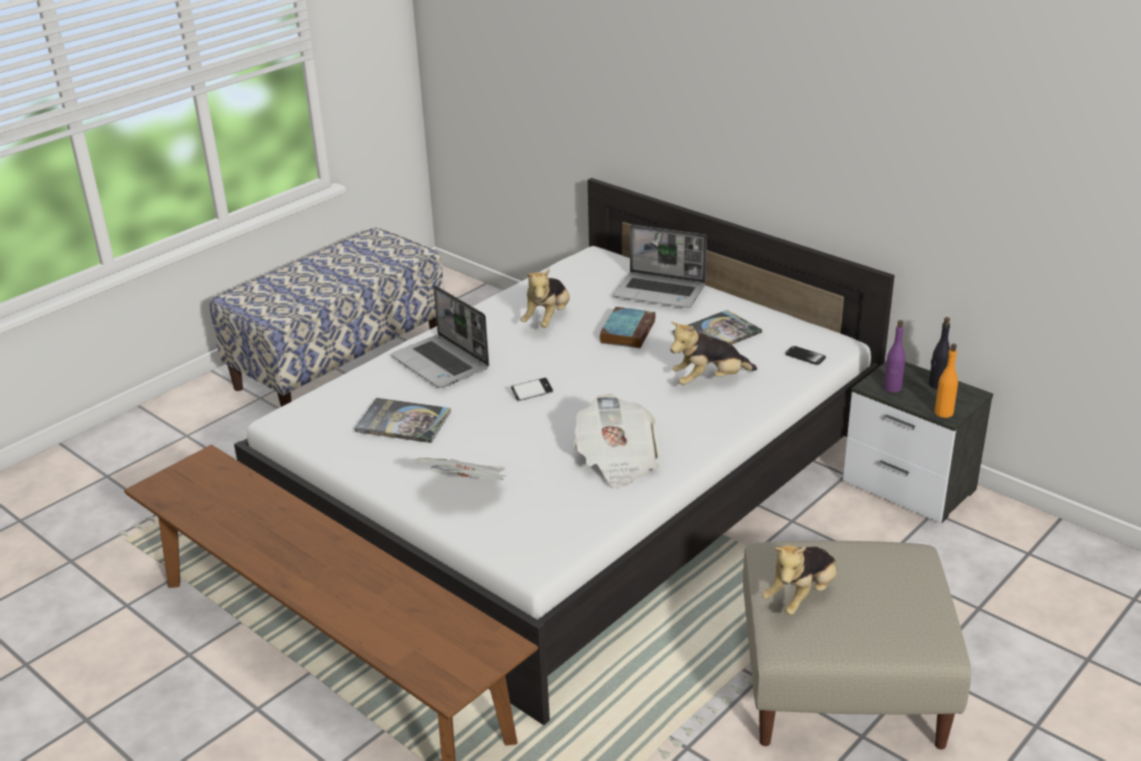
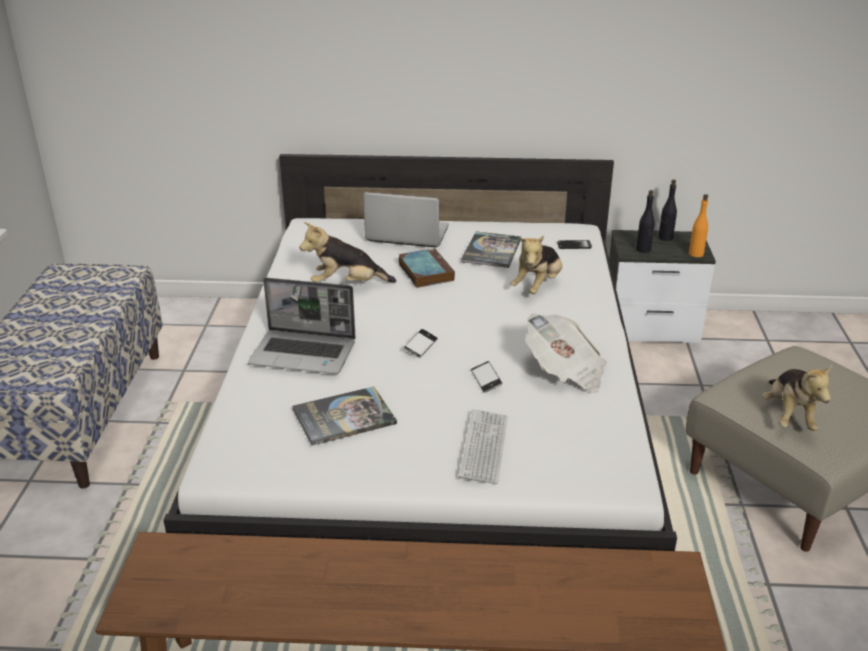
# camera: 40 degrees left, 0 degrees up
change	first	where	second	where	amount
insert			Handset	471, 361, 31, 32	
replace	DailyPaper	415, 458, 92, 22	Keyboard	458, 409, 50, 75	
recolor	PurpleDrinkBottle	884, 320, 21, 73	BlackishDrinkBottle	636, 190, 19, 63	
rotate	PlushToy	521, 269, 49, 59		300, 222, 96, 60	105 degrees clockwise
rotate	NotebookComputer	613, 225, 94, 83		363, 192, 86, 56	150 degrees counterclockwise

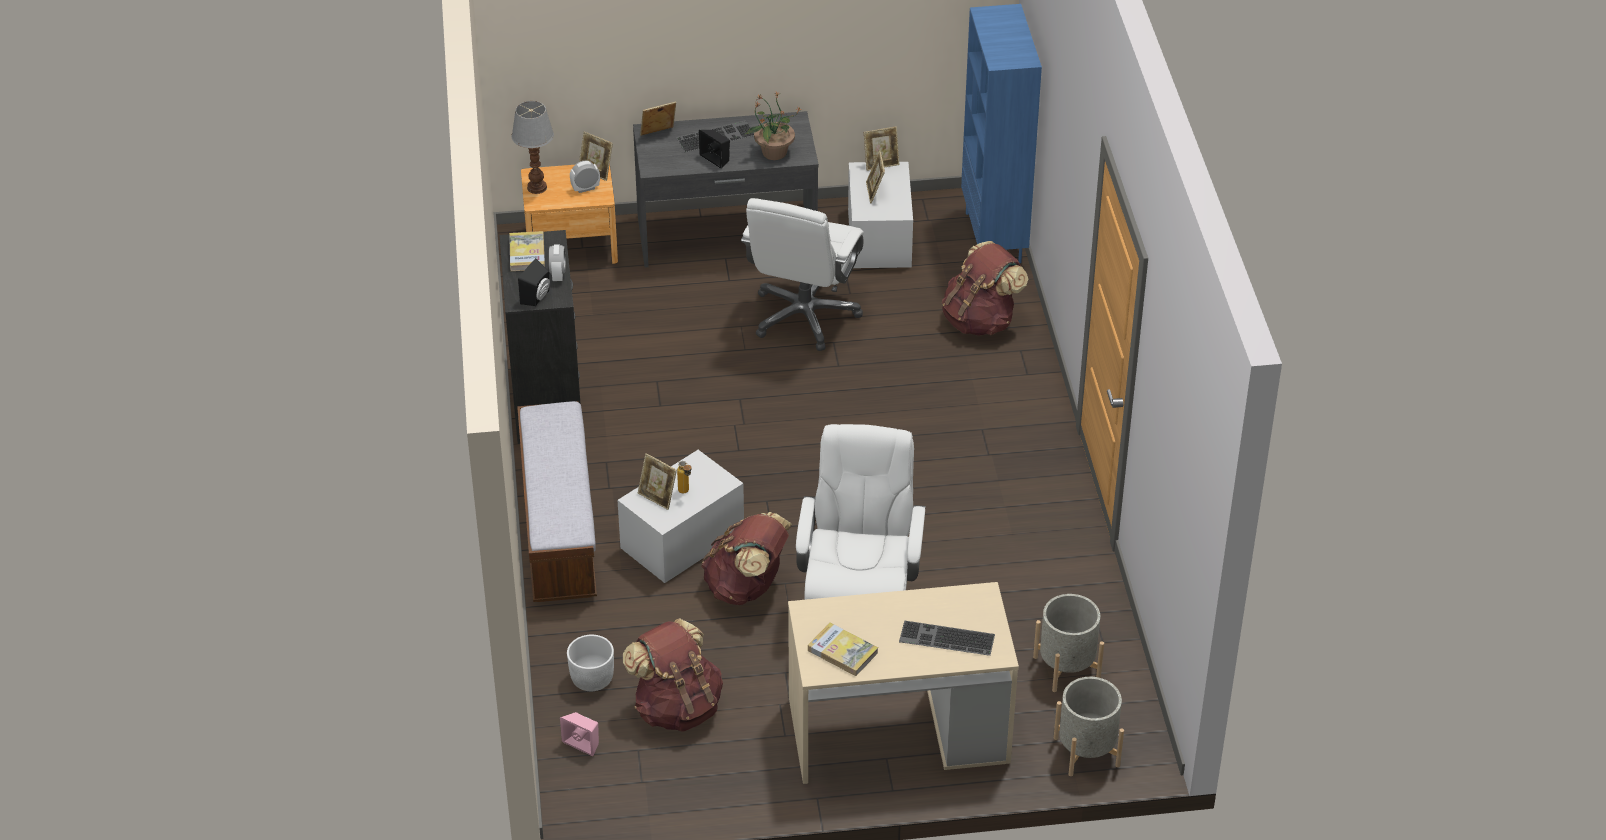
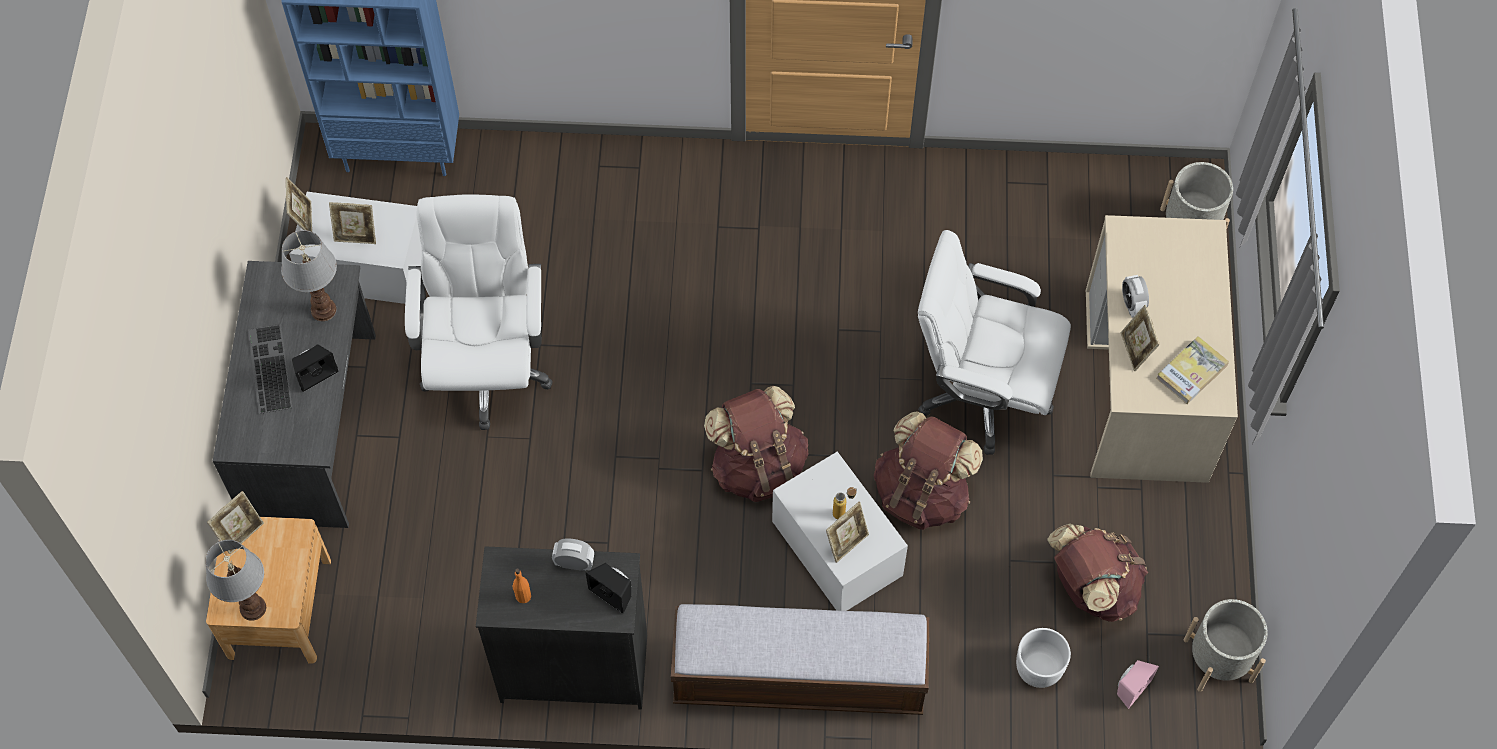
# camera: 80 degrees left, 20 degrees up
change	first	where	second	where	amount
delete	Keyboard	899, 621, 96, 35			
move	AlarmClock	570, 161, 30, 32		1122, 275, 27, 43	
move	PictureFrame	640, 102, 36, 34		1121, 305, 39, 66	
move	BrownColouredRucksack	942, 241, 86, 95		704, 386, 105, 116	
move	GreyishPlantPot	1033, 594, 71, 98		1184, 599, 84, 93	
replace	Volume	509, 231, 36, 40	OrangeyDrinkBottle	513, 569, 18, 34	
replace	Houseplant	745, 92, 55, 68	TabletopLamp	281, 230, 56, 91	
rotate	WhiteComputerChair	741, 198, 123, 153		405, 194, 148, 236	120 degrees counterclockwise

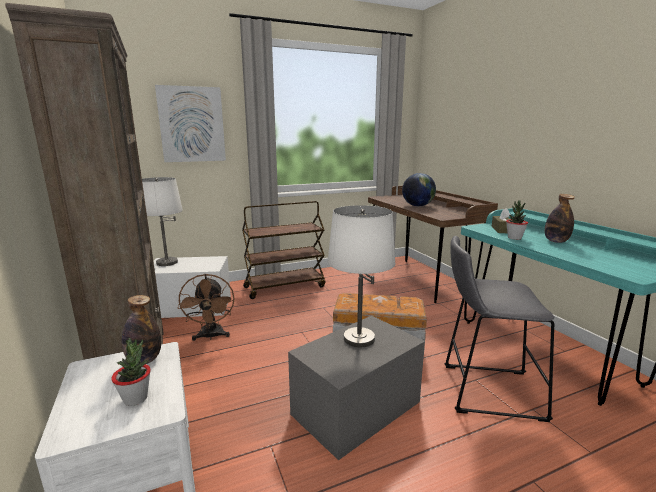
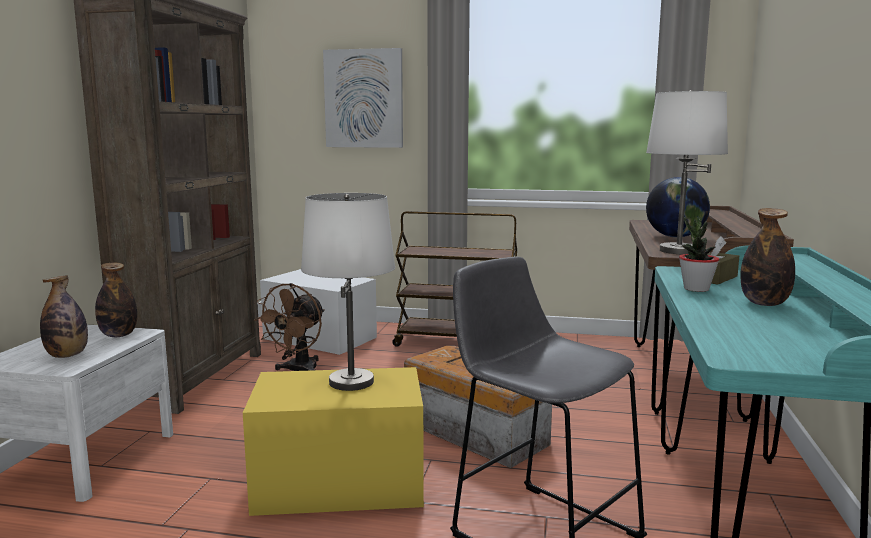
# camera: 35 degrees right, 5 degrees down
change	first	where	second	where	amount
move	WhiteTabletopLamp	142, 177, 41, 89		646, 90, 82, 165	
replace	Houseplant	111, 338, 40, 68	DrinkBottle	40, 275, 48, 83	
recolor	GreyishStorageBox	288, 316, 137, 144	YellowishStorageBox	243, 367, 181, 149	

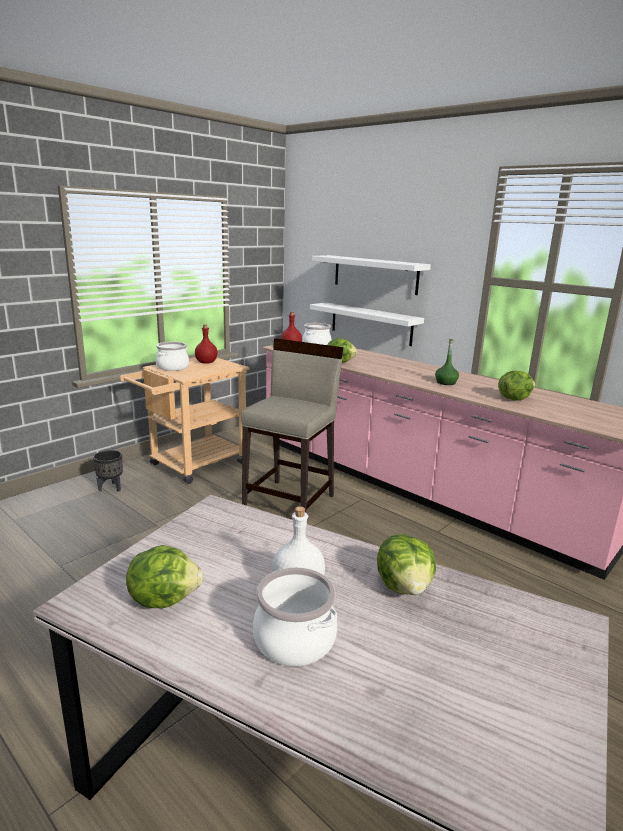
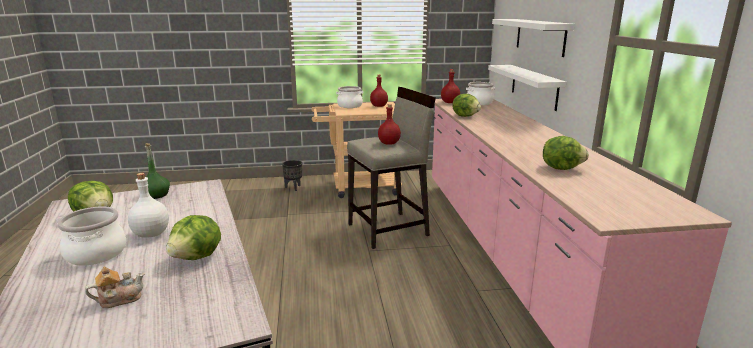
# camera: 40 degrees right, 0 degrees up
change	first	where	second	where	amount
insert			Teapot	85, 267, 59, 41	
insert			RedDrinkBottle	378, 104, 23, 41	
move	GreenColouredDrinkBottle	435, 339, 24, 46		145, 143, 25, 56	

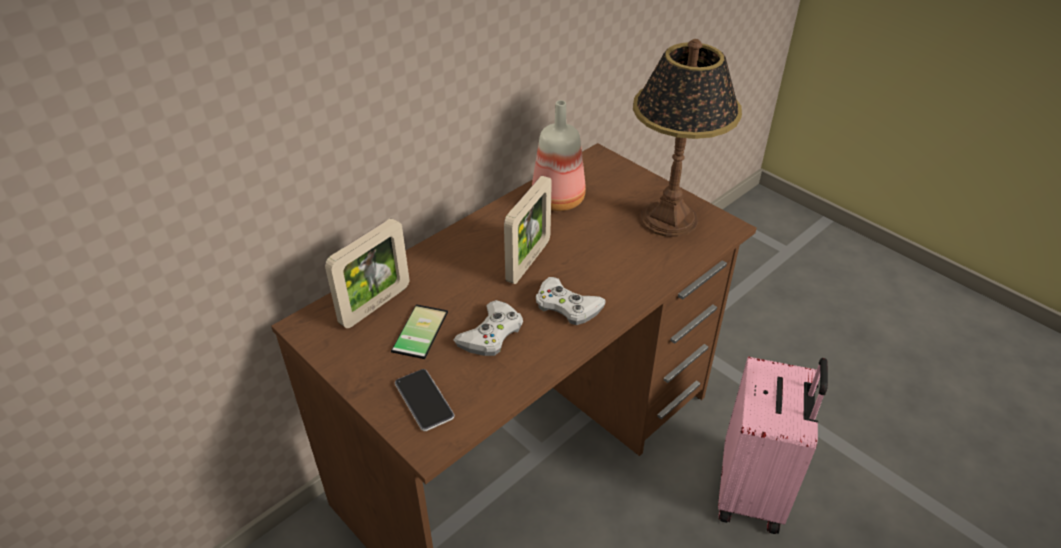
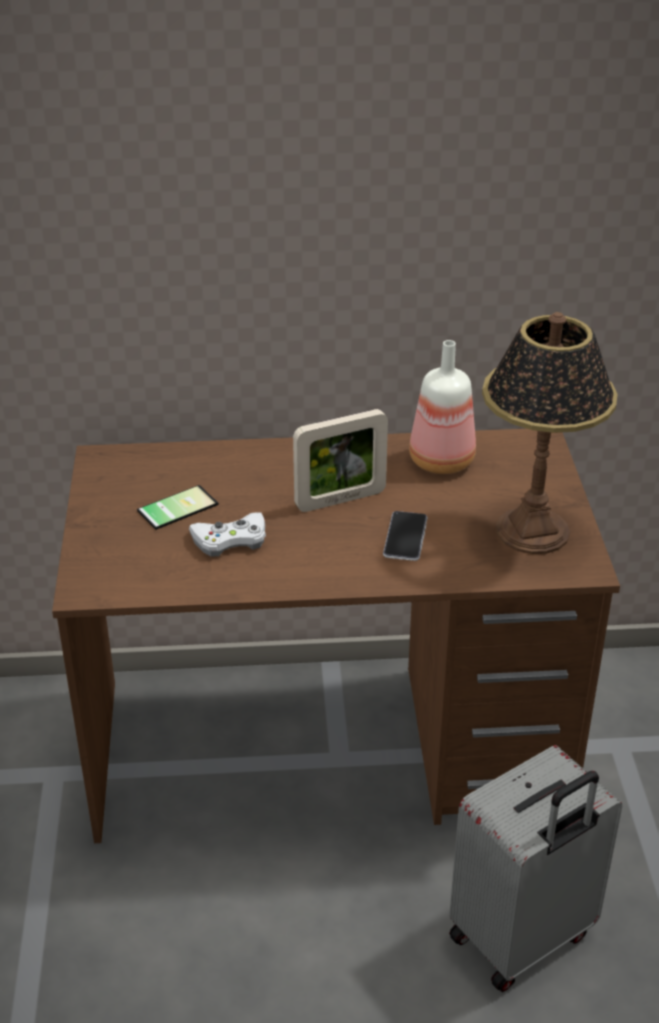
# camera: 40 degrees right, 5 degrees down
change	first	where	second	where	amount
delete	PictureFrame	325, 218, 84, 110			
delete	WhiteJoypad	536, 277, 70, 48			
move	Handset	395, 369, 60, 62		383, 511, 44, 50	
recolor	PinkishTravelCase	718, 357, 110, 177	GreyishTravelCase	449, 745, 173, 247	

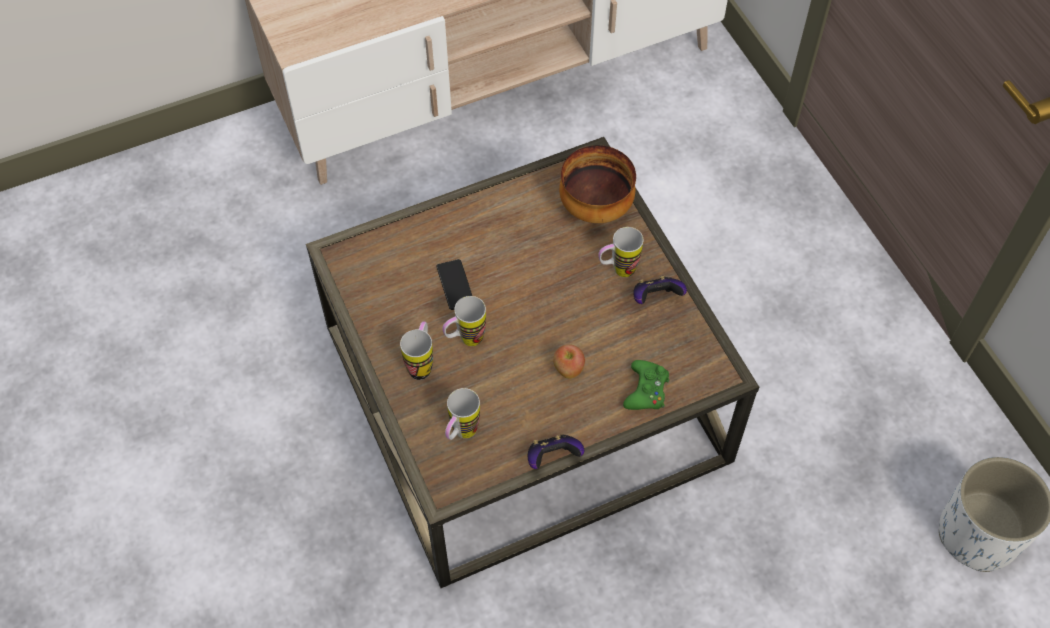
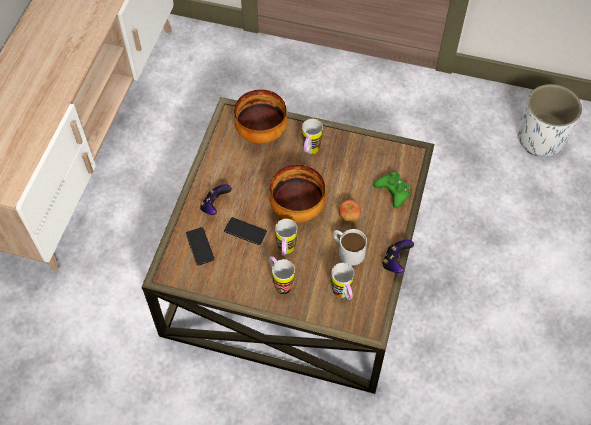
# camera: 50 degrees left, 0 degrees up
change	first	where	second	where	amount
insert			Handset	186, 227, 28, 39	
insert			Bowl	270, 165, 55, 58	
insert			WhiteCoffeeMug	333, 229, 34, 36	
move	Joypad	633, 276, 54, 28		200, 184, 32, 31	

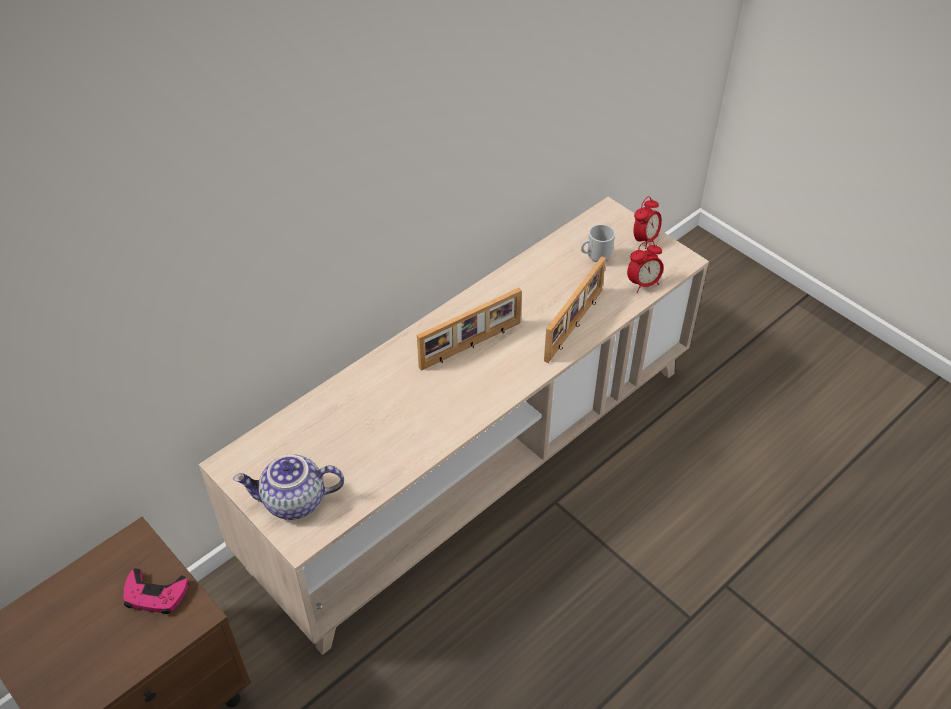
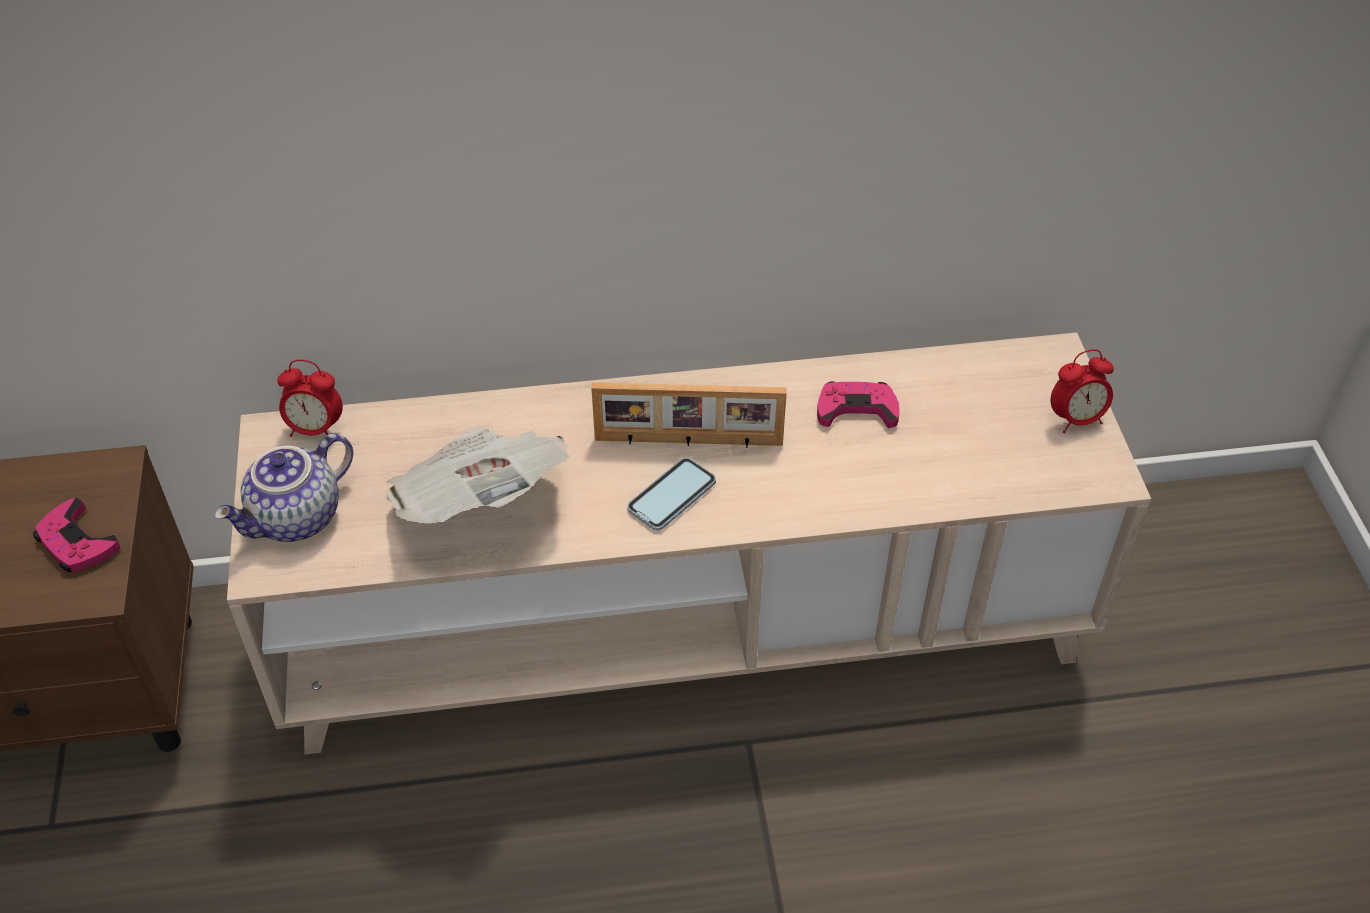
# camera: 35 degrees right, 0 degrees up
change	first	where	second	where	amount
delete	PictureFrame	544, 256, 62, 107			
delete	CoffeeMug	581, 224, 34, 38			
insert			DailyPaper	386, 427, 184, 97	
insert			Handset	627, 458, 89, 73	
insert			PinkishJoypad	817, 381, 83, 47	
move	AlarmClock	627, 240, 37, 53		277, 360, 66, 77	
rotate	Teapot	233, 454, 111, 66		214, 433, 139, 109	75 degrees counterclockwise

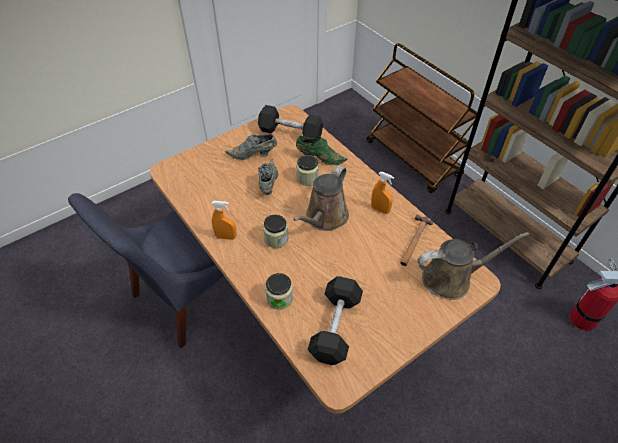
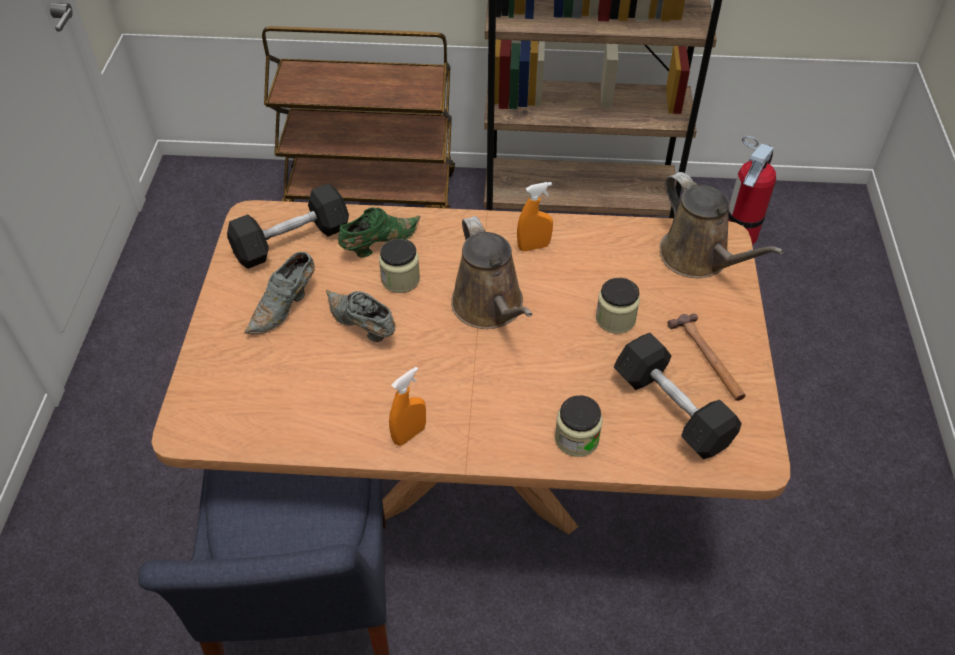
# camera: 50 degrees left, 0 degrees up
change	first	where	second	where	amount
move	StorageJar	263, 215, 26, 33		596, 278, 44, 56	
move	Hammer	400, 214, 33, 52		667, 314, 78, 87	
rotate	BrownColouredWateringCan	417, 232, 113, 68		659, 172, 125, 106	120 degrees clockwise

